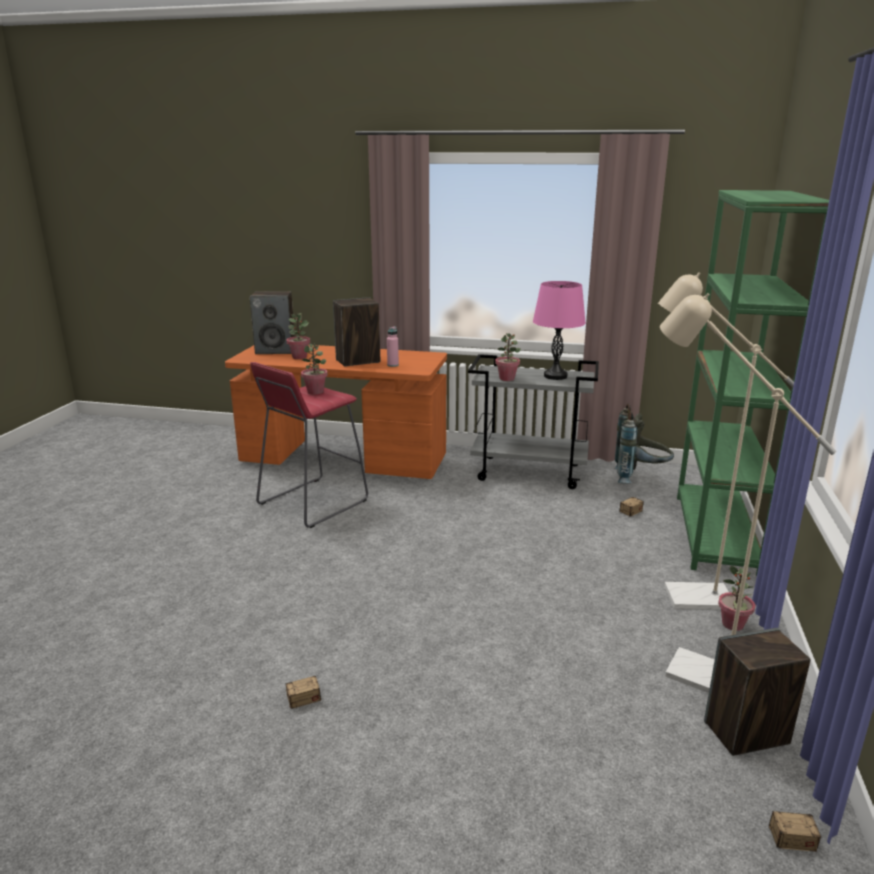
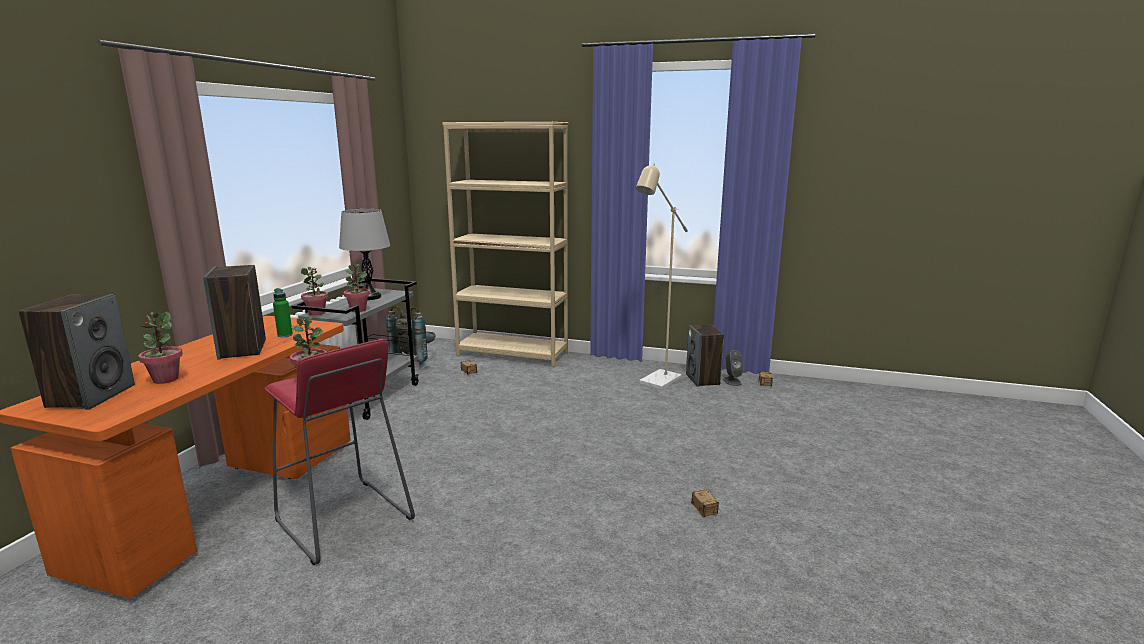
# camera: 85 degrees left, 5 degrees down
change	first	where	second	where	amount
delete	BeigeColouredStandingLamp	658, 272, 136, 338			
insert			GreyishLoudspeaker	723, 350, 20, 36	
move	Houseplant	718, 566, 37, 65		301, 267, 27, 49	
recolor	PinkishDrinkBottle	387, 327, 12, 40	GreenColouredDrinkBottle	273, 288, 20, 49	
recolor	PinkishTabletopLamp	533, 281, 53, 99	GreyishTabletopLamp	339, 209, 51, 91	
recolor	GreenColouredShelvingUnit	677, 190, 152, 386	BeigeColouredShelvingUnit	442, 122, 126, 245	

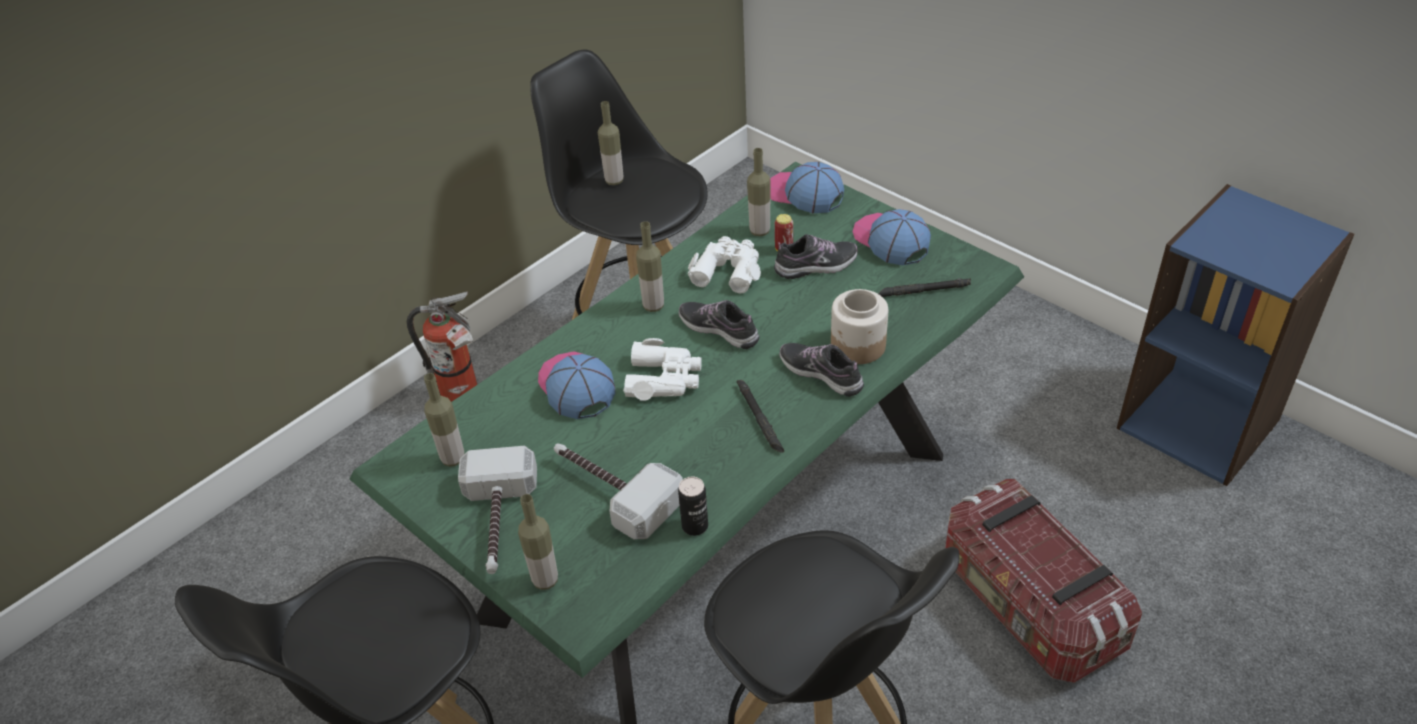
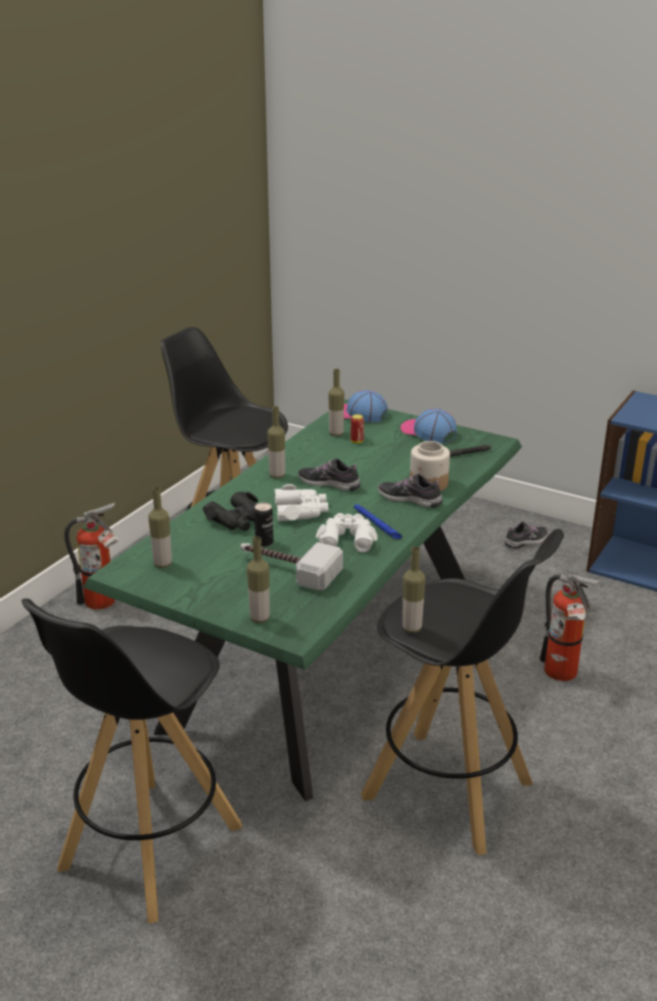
# camera: 15 degrees left, 15 degrees down
change	first	where	second	where	amount
delete	Hammer	458, 446, 79, 128			
move	DrinkBottle	598, 101, 26, 84		402, 546, 23, 87	
move	SealedCan	678, 477, 30, 59		254, 502, 19, 45	
move	WhiteBinoculars	688, 236, 73, 57		316, 513, 61, 40	
move	LowShoe	774, 234, 84, 45		504, 522, 44, 27	
replace	PeakedCap	538, 351, 78, 68	BlackishBinoculars	203, 492, 55, 39	
replace	StorageBox	945, 479, 197, 204	FireExtinguisher	540, 573, 60, 108	
recolor	BlackishFlashlight	736, 380, 48, 73	BlueColouredFlashlight	354, 504, 48, 35	

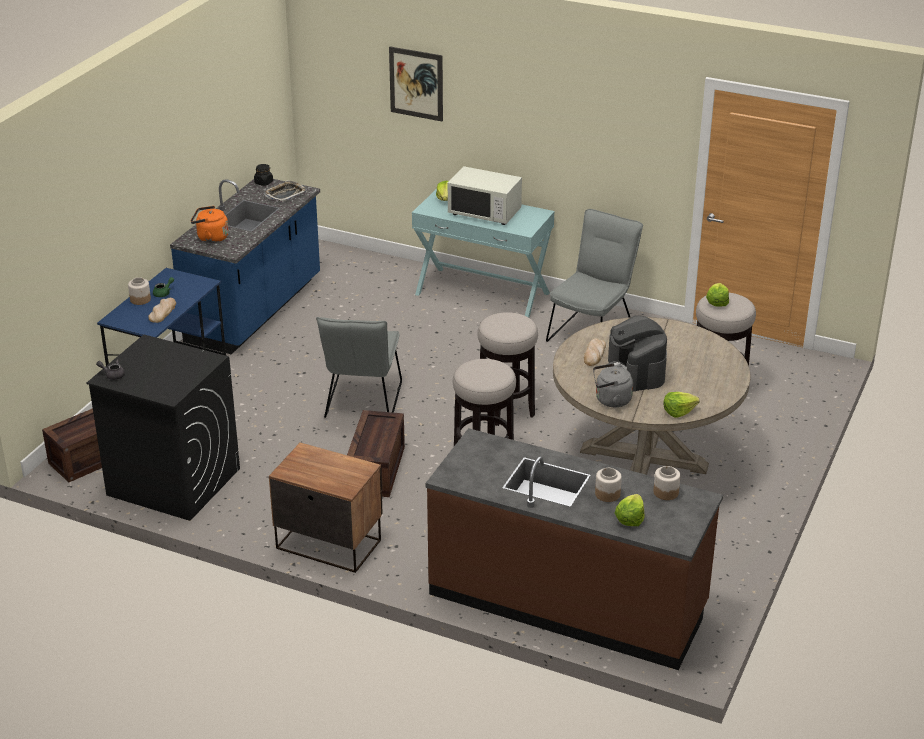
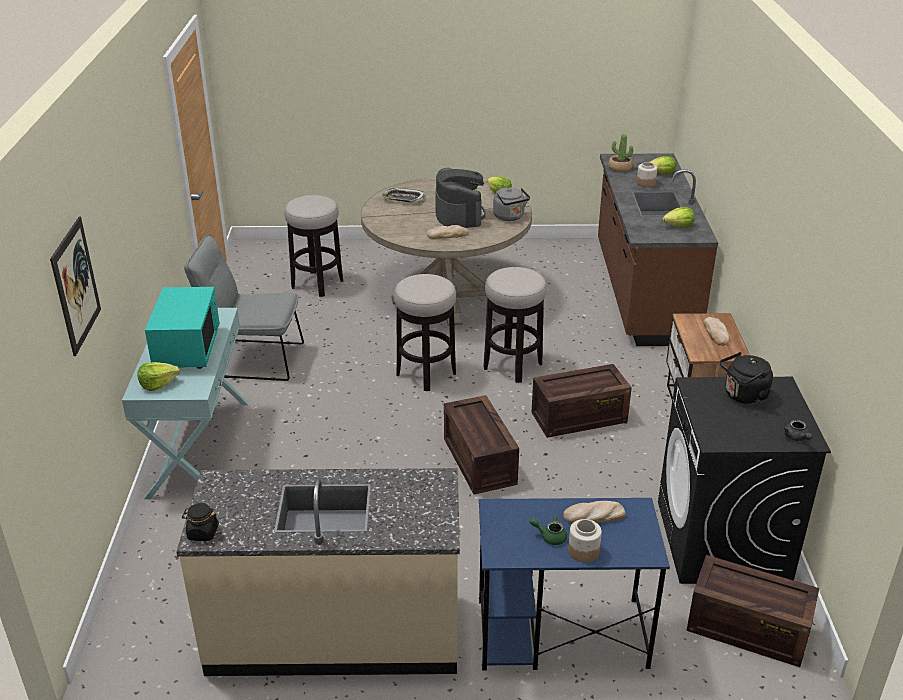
# camera: 115 degrees left, 0 degrees up
change	first	where	second	where	amount
delete	OrangeyTeaKettle	191, 206, 38, 37			
insert			Bread	703, 317, 27, 29	
insert			BlackishTeaKettle	720, 352, 53, 52	
move	CarryingTray	264, 180, 43, 21		382, 188, 42, 14	
move	Lettuce	706, 283, 23, 24		662, 207, 33, 20	
replace	GreyishPlainChair	316, 317, 86, 101	Crate	444, 395, 75, 100	
replace	StorageJar	653, 466, 27, 34	Houseplant	609, 134, 24, 38	
recolor	BlueColouredKitchenCounter	170, 179, 150, 175	BeigeColouredKitchenCounter	176, 468, 284, 208	
recolor	WhiteKitchenMicrowave	448, 166, 74, 59	TurquoiseKitchenMicrowave	145, 287, 75, 82	
rotate	CoffeeBrewer	608, 315, 59, 77		435, 167, 51, 61	60 degrees counterclockwise

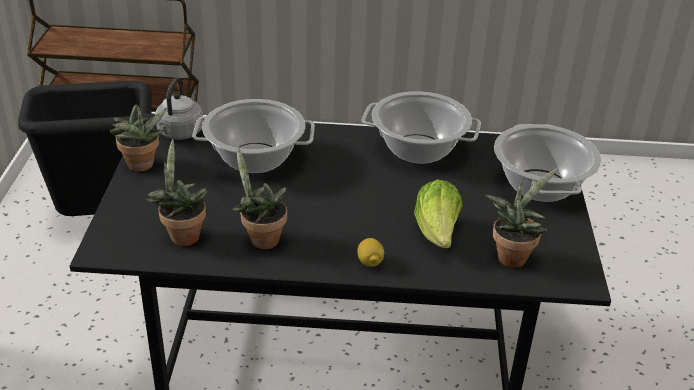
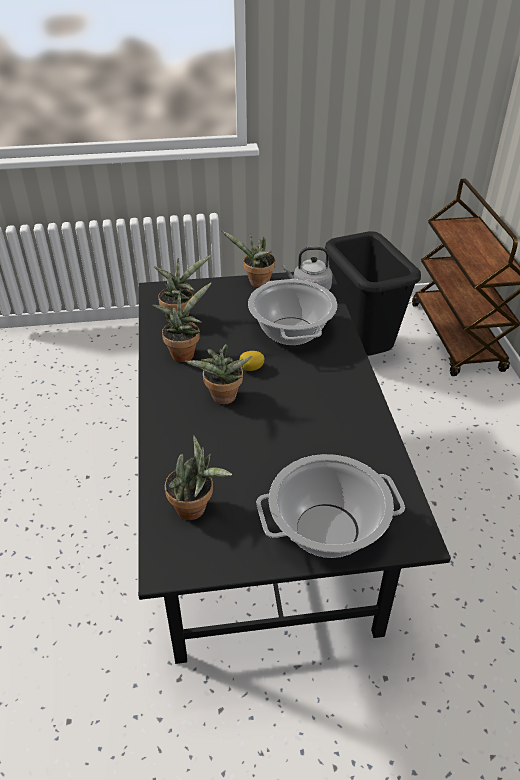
# camera: 80 degrees right, 5 degrees up
change	first	where	second	where	amount
delete	Saucepot	362, 91, 119, 73			
delete	Lettuce	414, 179, 48, 69			
insert			Houseplant	185, 344, 67, 61	
move	CitrusFruit	357, 238, 27, 29		239, 351, 26, 20	

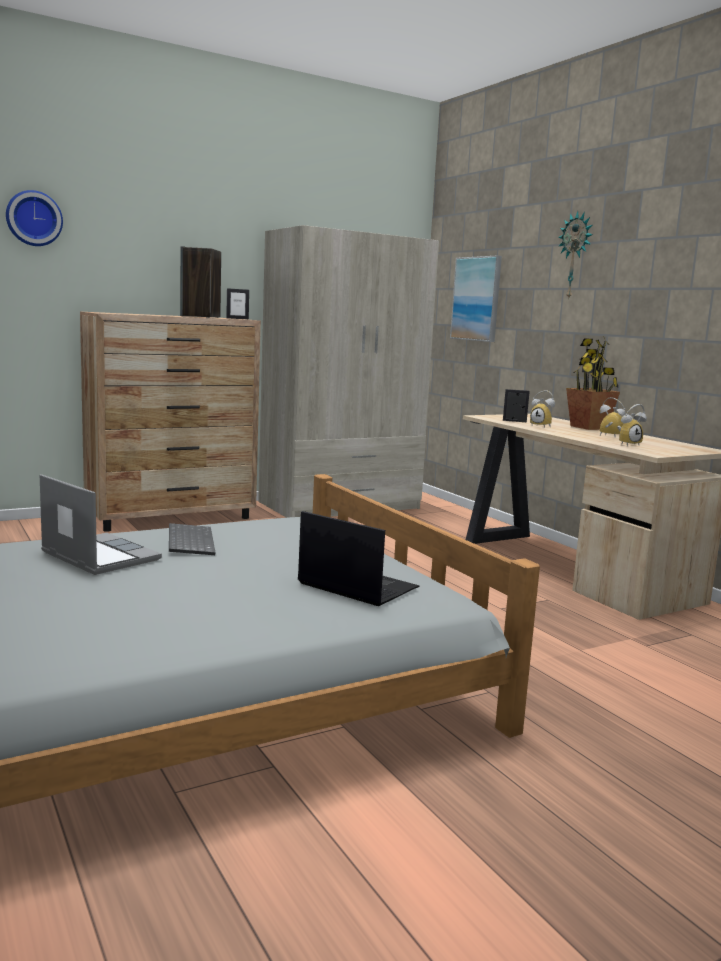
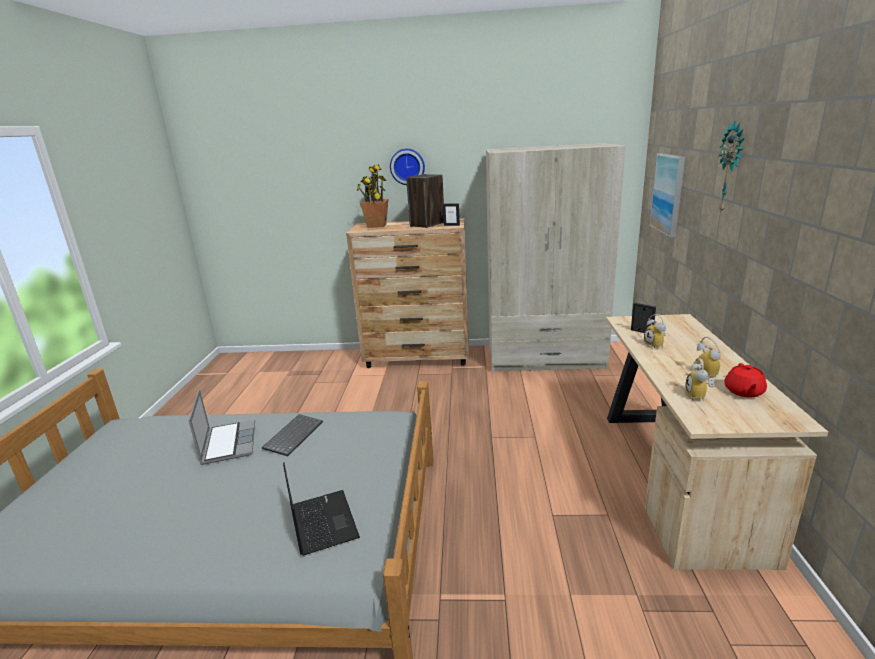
# camera: 35 degrees right, 10 degrees up
change	first	where	second	where	amount
insert			RedTeapot	724, 363, 43, 34	
move	ClockOnTheWall	6, 190, 57, 56		390, 149, 35, 36	
move	Houseplant	566, 336, 54, 94		357, 165, 31, 63	
rotate	AlarmClock	617, 404, 30, 42		685, 358, 30, 43	90 degrees clockwise

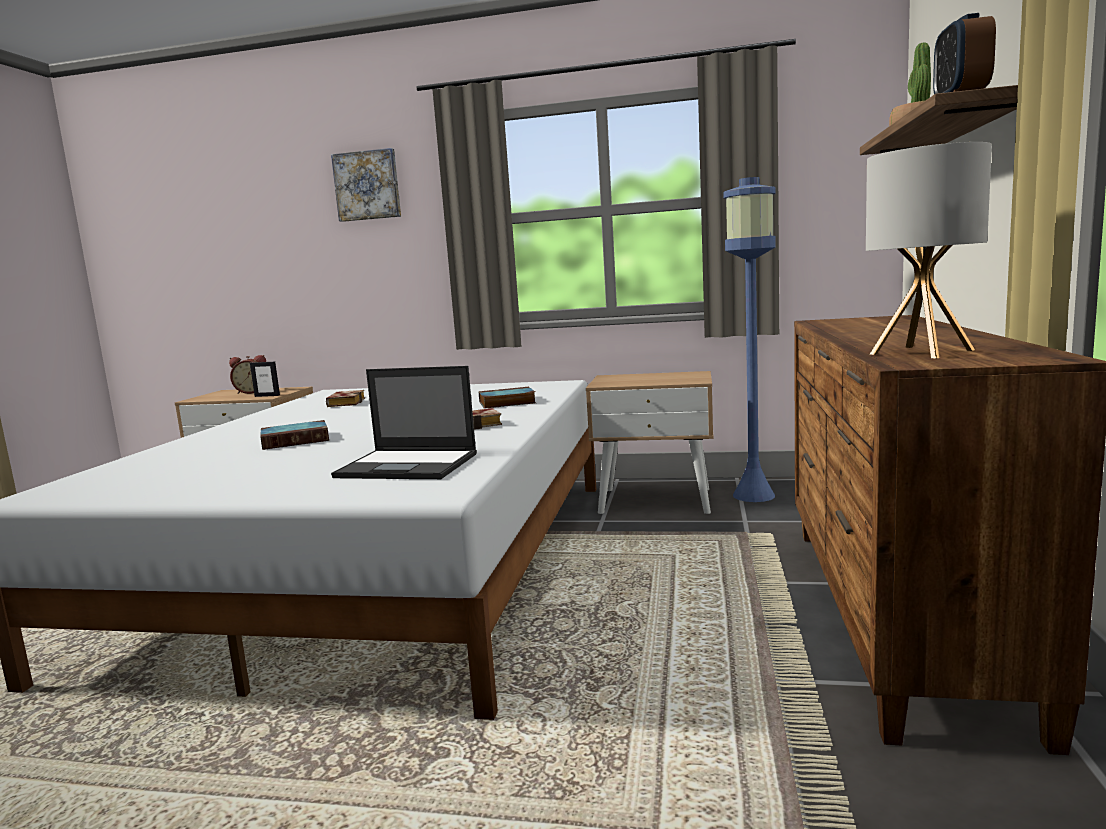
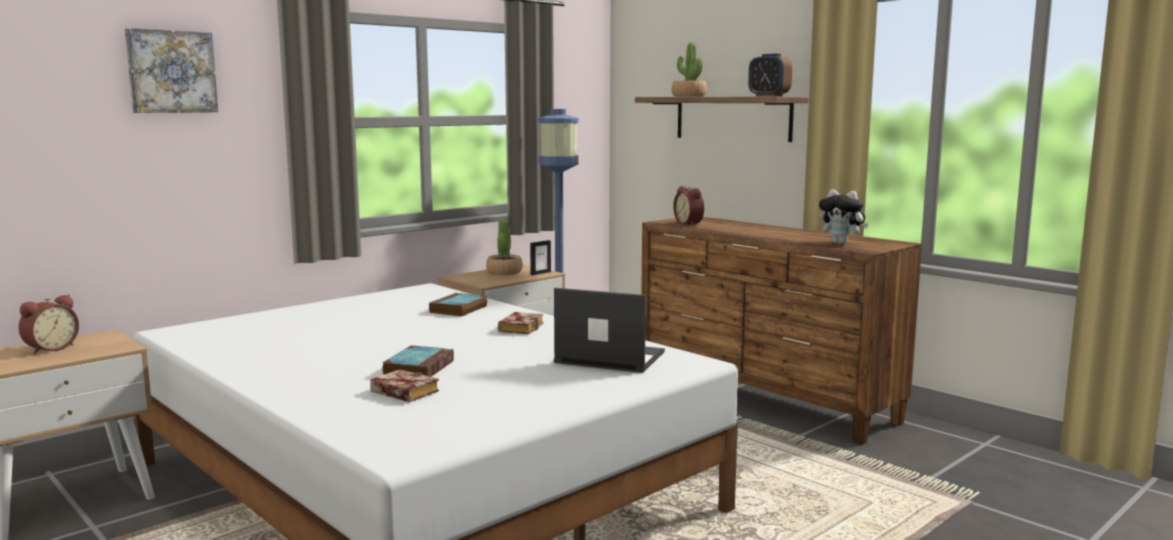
# camera: 55 degrees left, 0 degrees up
change	first	where	second	where	amount
insert			Houseplant	486, 218, 37, 57	
insert			AlarmClock	673, 186, 31, 40	
move	PictureFrame	250, 362, 30, 35		530, 240, 21, 35	
move	Volume	326, 390, 39, 17		370, 369, 69, 33	
replace	TabletopLamp	866, 142, 126, 217	PlushToy	819, 189, 49, 55	
rotate	NotebookComputer	331, 366, 146, 113		554, 288, 111, 85	120 degrees counterclockwise

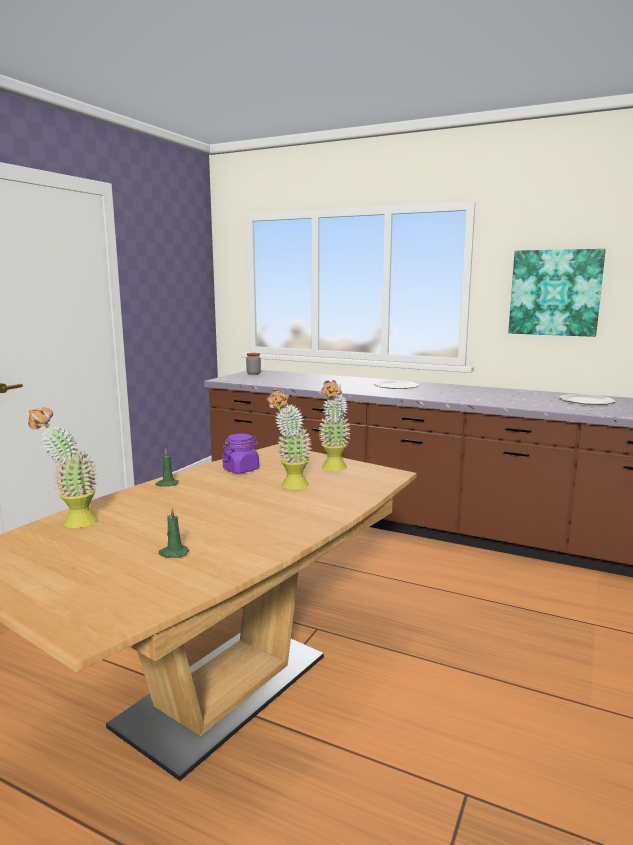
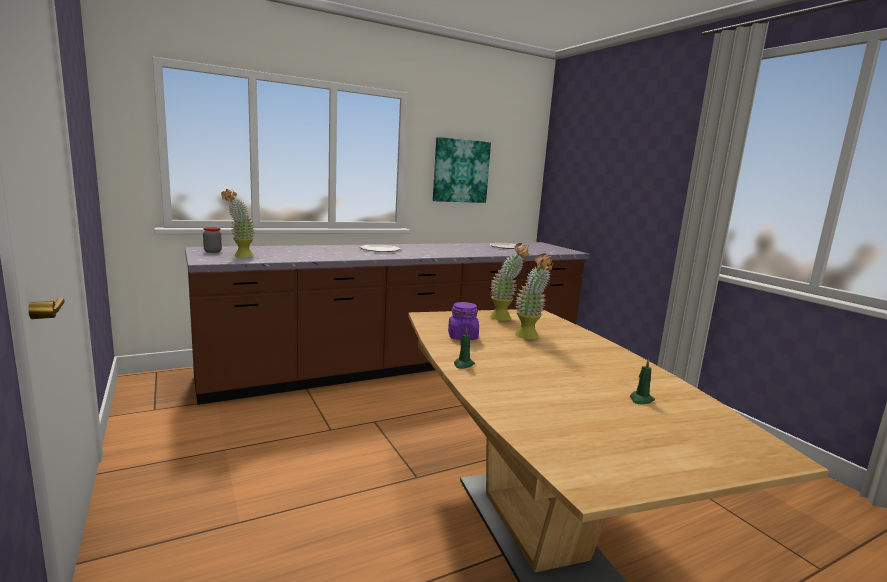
# camera: 55 degrees left, 0 degrees up
change	first	where	second	where	amount
move	Houseplant	28, 407, 70, 121		221, 189, 34, 68	

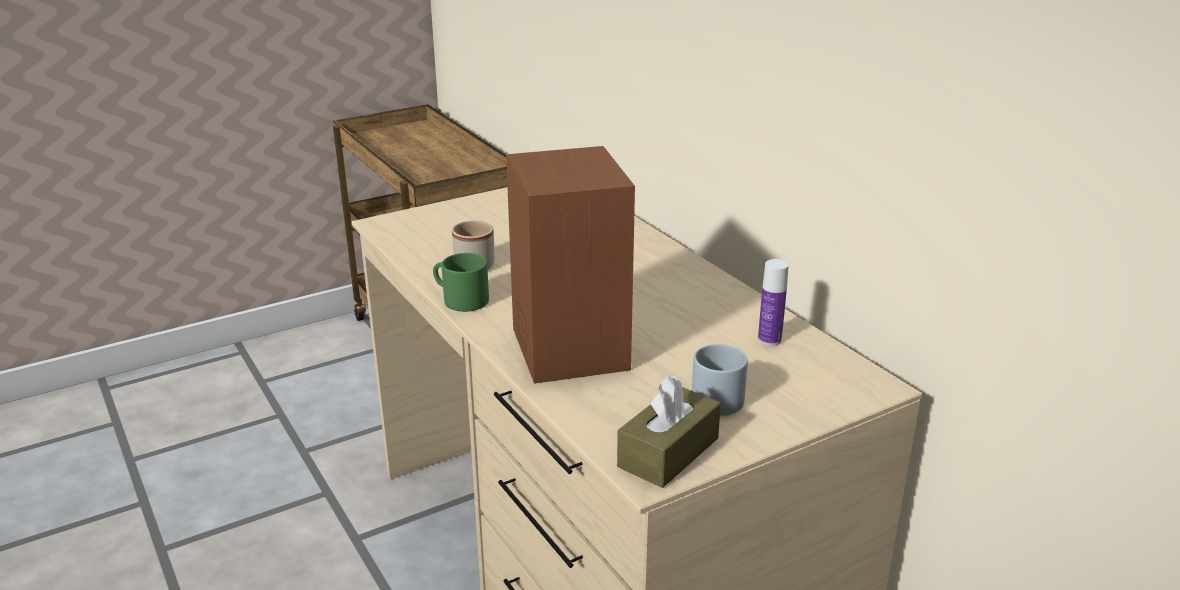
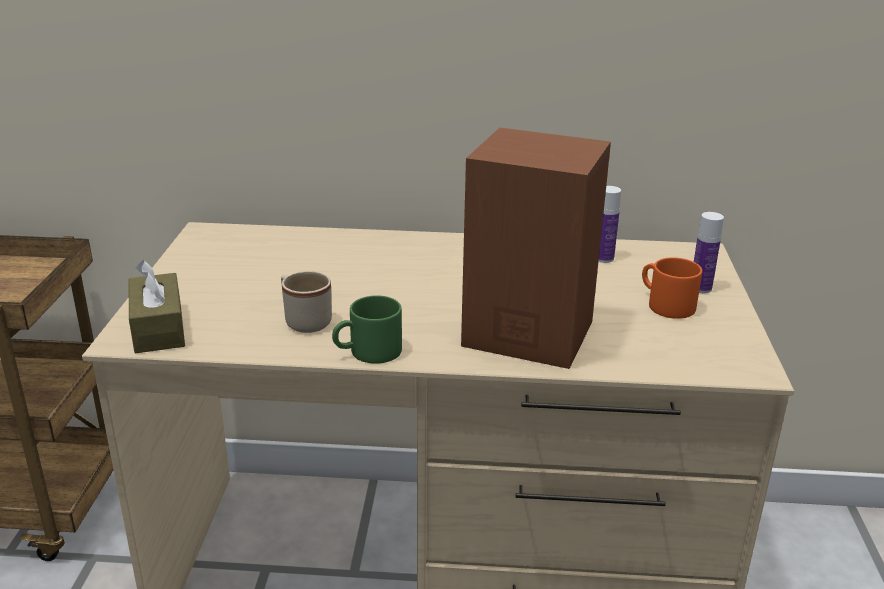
# camera: 55 degrees left, 0 degrees up
change	first	where	second	where	amount
insert			DrinkBottle	694, 212, 30, 81	
move	BrownColouredBoxOfTissues	617, 375, 104, 113		129, 260, 56, 93	
recolor	GreyishCoffeeMug	692, 344, 56, 72	OrangeyCoffeeMug	642, 257, 60, 62	

